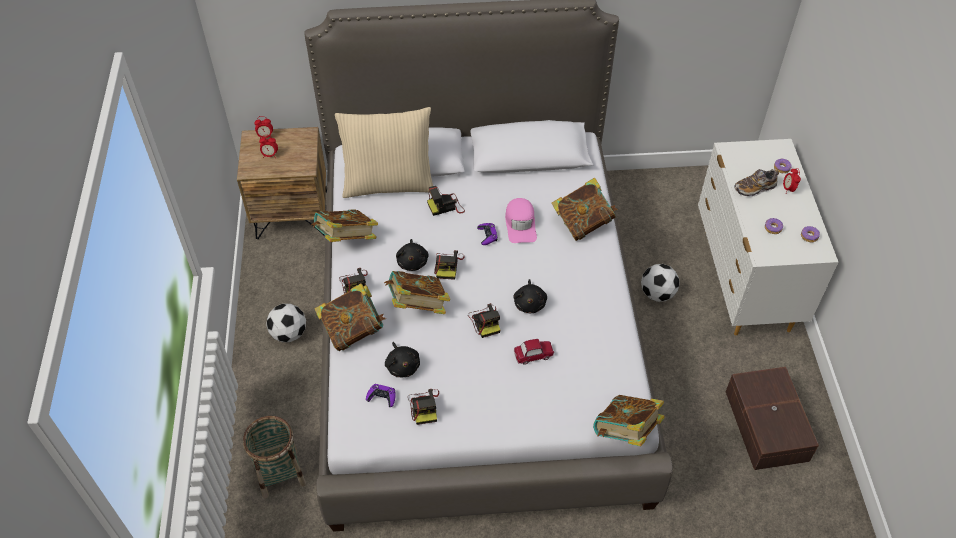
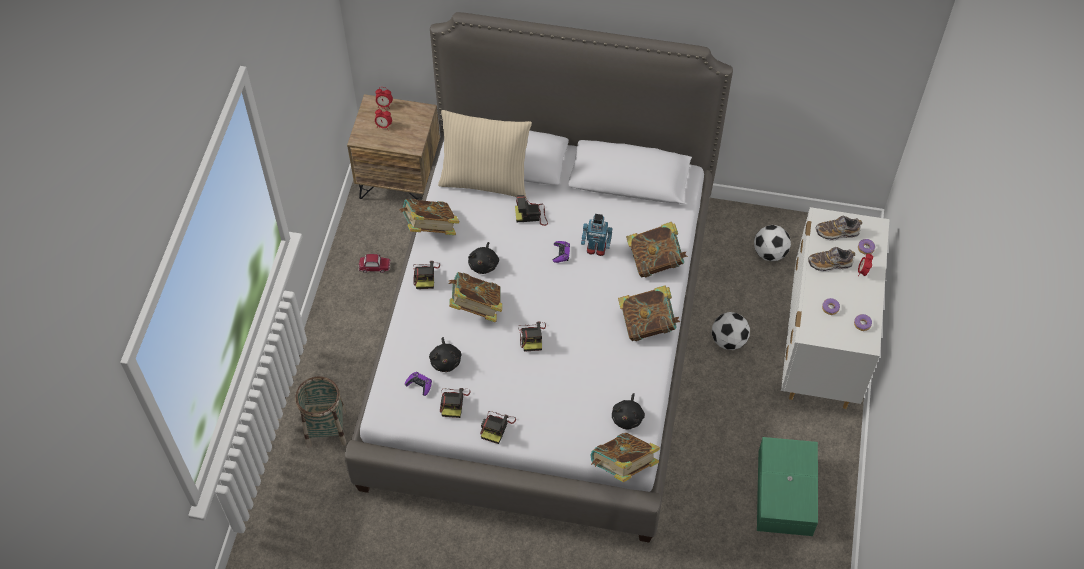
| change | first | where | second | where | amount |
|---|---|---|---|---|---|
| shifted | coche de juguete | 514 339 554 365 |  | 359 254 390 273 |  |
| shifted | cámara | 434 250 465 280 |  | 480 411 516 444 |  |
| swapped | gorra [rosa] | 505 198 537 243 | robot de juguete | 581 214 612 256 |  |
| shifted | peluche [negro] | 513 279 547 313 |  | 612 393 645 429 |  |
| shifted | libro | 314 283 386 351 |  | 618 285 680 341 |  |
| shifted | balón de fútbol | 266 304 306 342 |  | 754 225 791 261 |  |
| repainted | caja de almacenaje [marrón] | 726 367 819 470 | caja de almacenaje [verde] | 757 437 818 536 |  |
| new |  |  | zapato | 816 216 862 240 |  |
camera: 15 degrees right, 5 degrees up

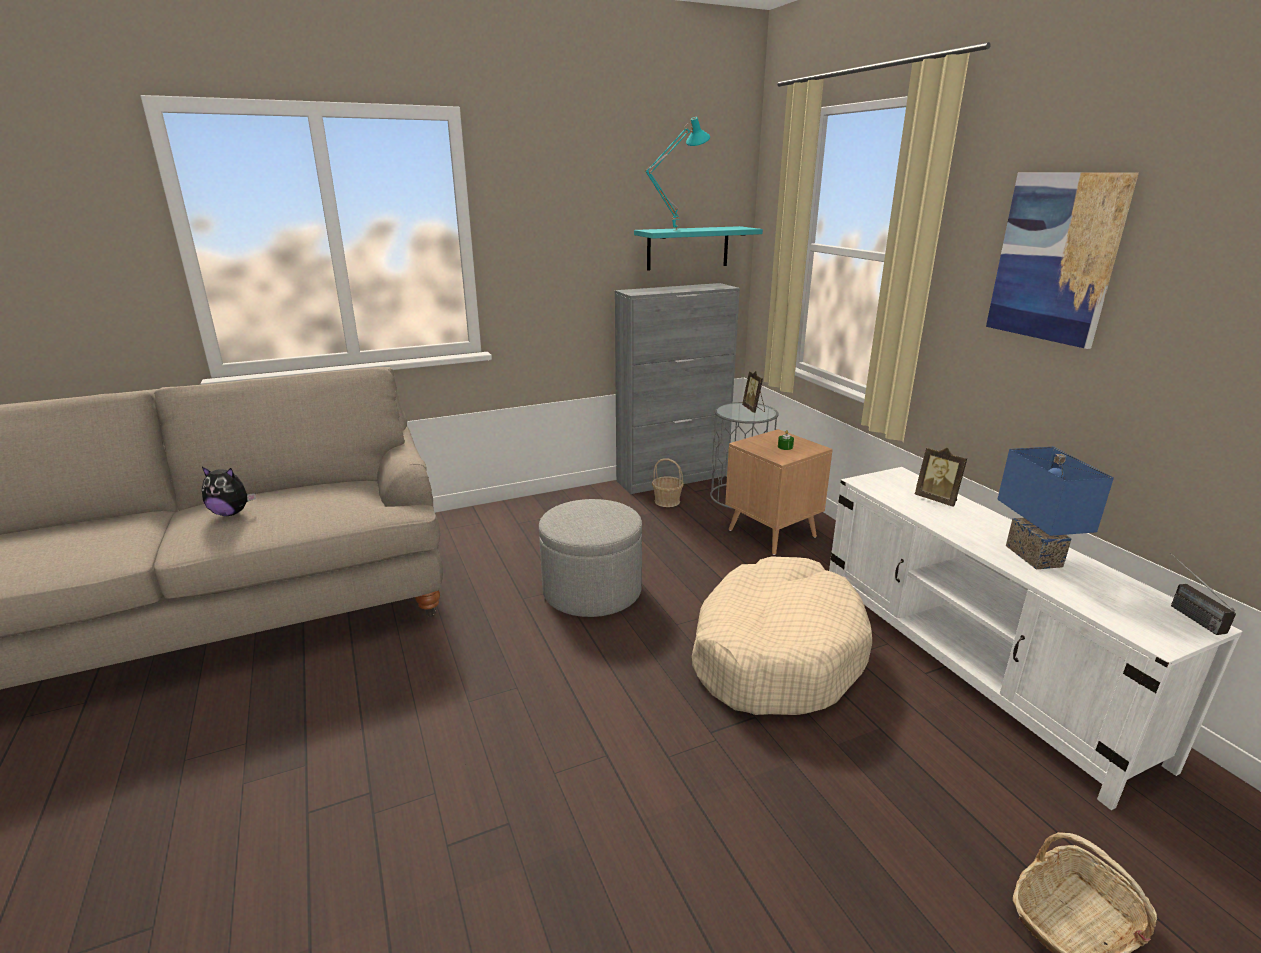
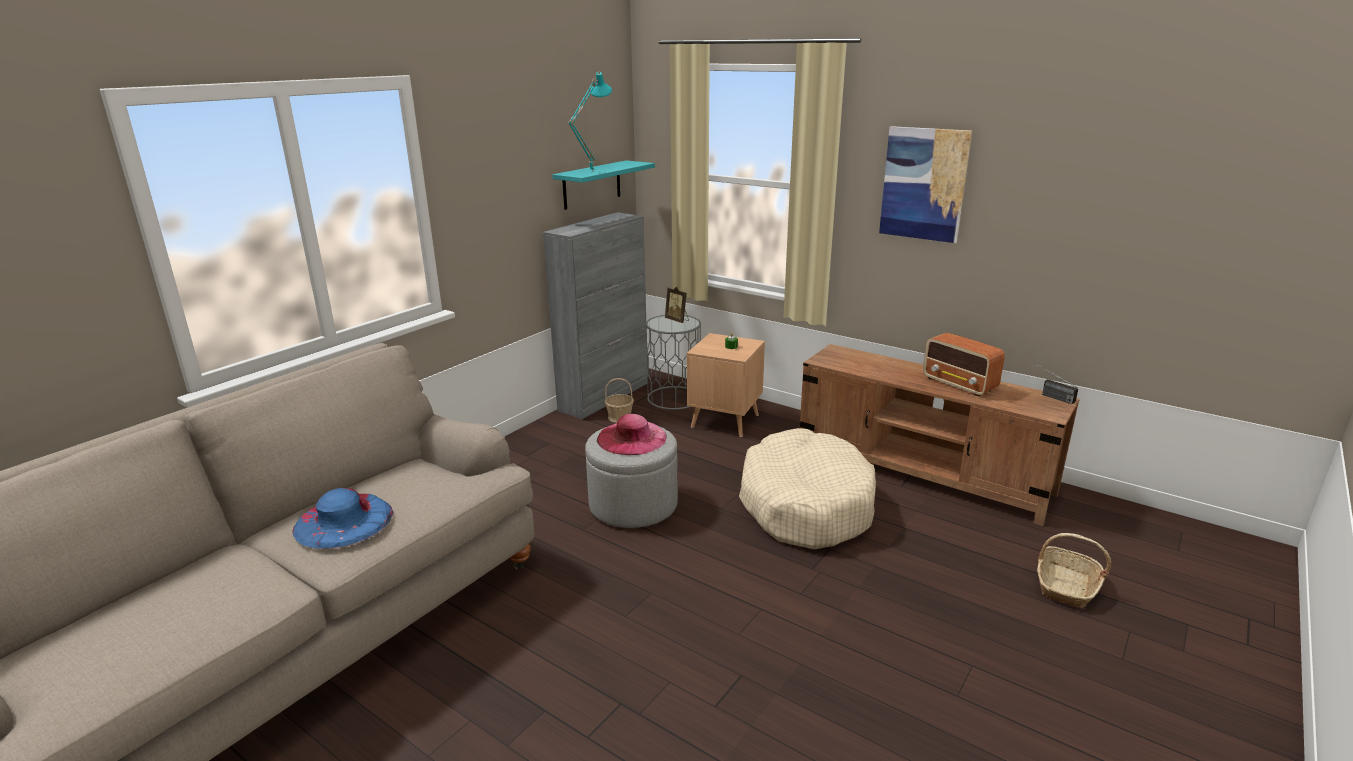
| change | first | where | second | where | amount |
|---|---|---|---|---|---|
| swapped | peluche | 202 467 256 516 | sombrero [azul] | 292 488 393 549 |  |
| new |  |  | sombrero [rosa] | 597 414 667 455 |  |
| repainted | mueble de televisión [blanco] | 829 467 1243 810 | mueble de televisión [marrón] | 800 344 1080 526 |  |
| swapped | lámpara de mesa [azul] | 997 447 1114 569 | radio | 923 333 1005 397 |  |
| gone | portarretratos | 915 448 967 507 |  |  |  |
camera: 30 degrees left, 0 degrees up

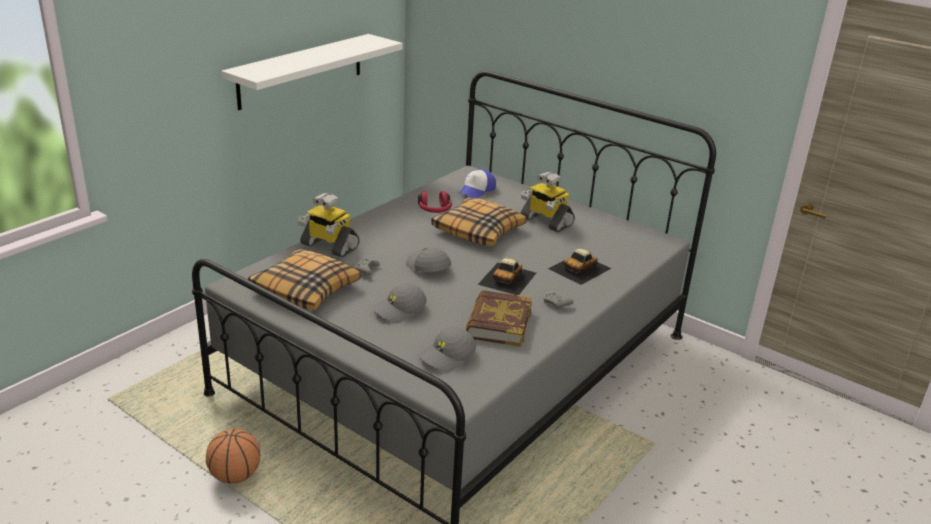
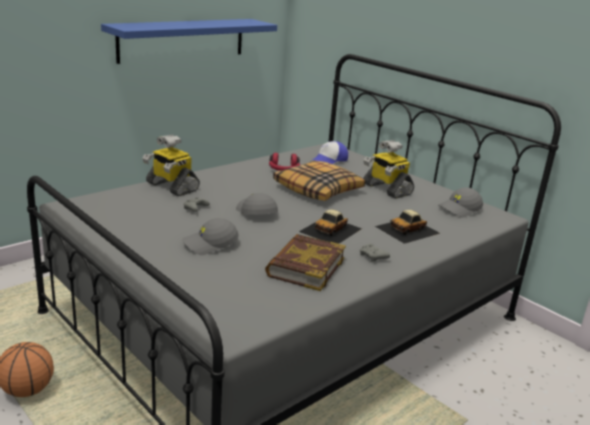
| change | first | where | second | where | amount |
|---|---|---|---|---|---|
| repainted | estante [blanco] | 221 34 403 110 | estante [azul] | 101 19 277 64 |  |
| shifted | gorra [gris] | 419 327 476 373 |  | 439 188 483 218 |  |
| gone | cojín | 248 249 361 310 |  |  |  |
camera: 10 degrees right, 5 degrees down

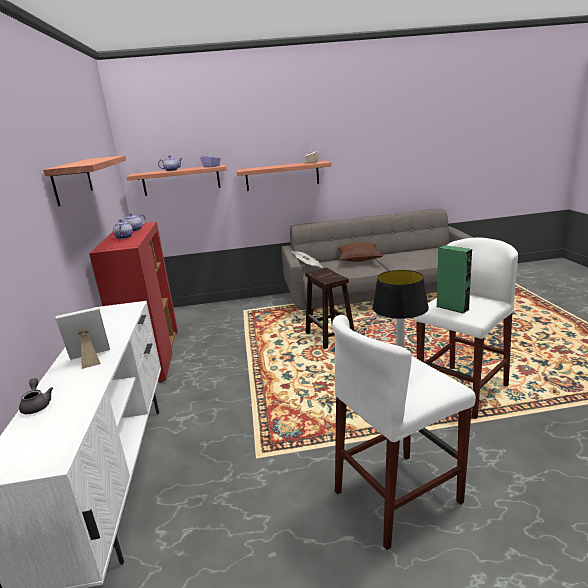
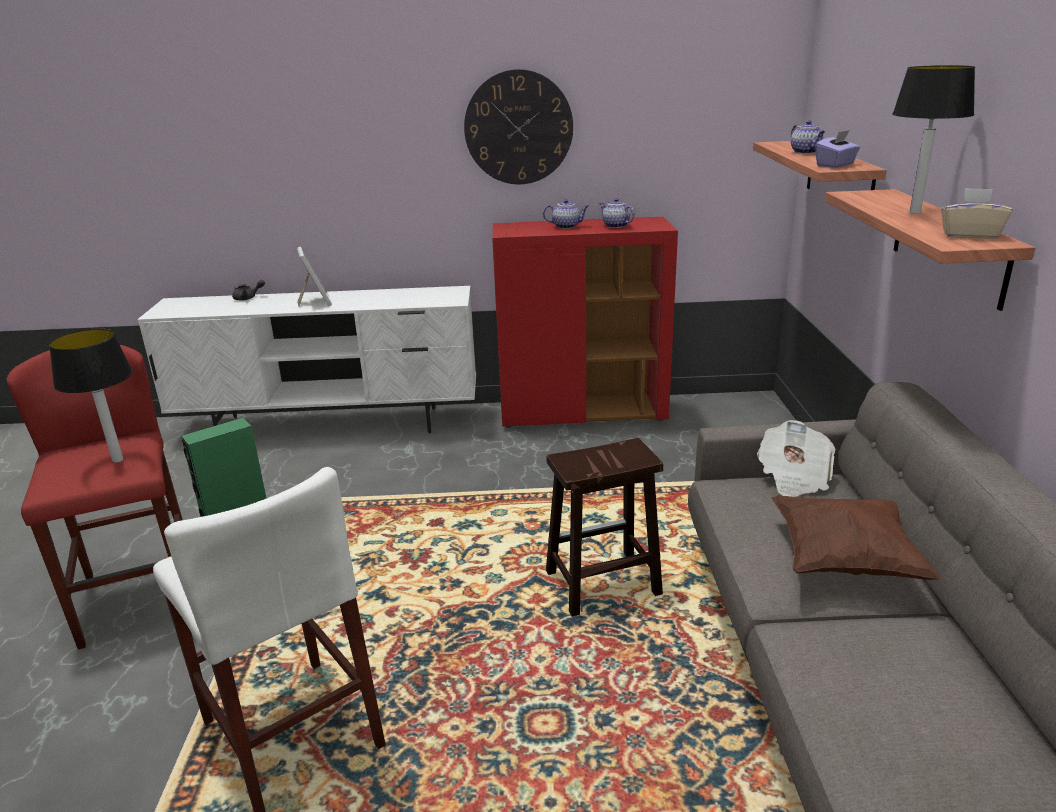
| change | first | where | second | where | amount |
|---|---|---|---|---|---|
| repainted | taburete [blanco] | 332 315 476 550 | taburete [rojo] | 7 345 183 650 |  |
| swapped | estante | 43 155 126 206 | reloj de pared | 464 69 573 184 |  |
| new |  |  | lámpara de mesa | 892 65 975 214 |  |
camera: 95 degrees right, 5 degrees up

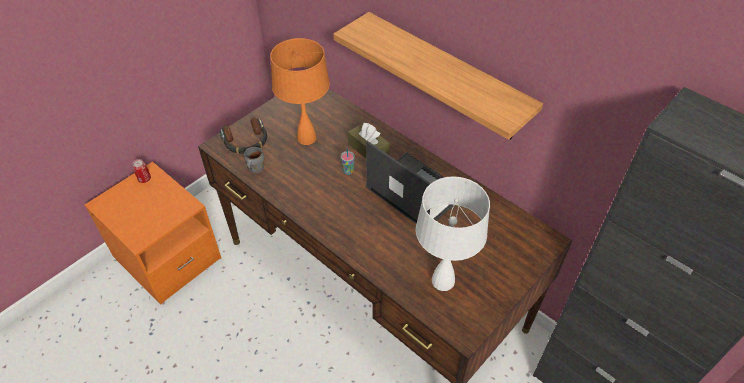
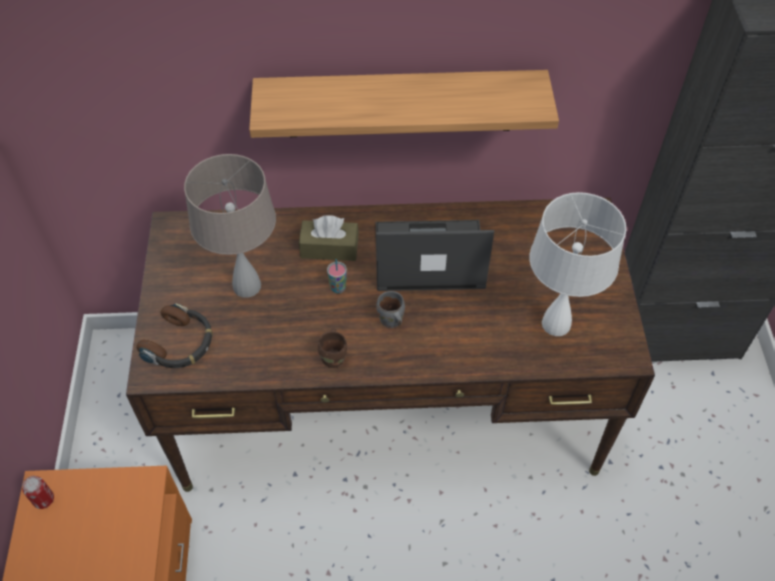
| change | first | where | second | where | amount |
|---|---|---|---|---|---|
| repainted | lámpara de mesa [naranja] | 270 38 330 145 | lámpara de mesa [beis] | 184 154 276 298 |  |
| new |  |  | taza grande [marrón] | 318 329 347 368 |  |
| shifted | taza grande [gris] | 244 147 264 173 |  | 376 291 405 328 |  |
camera: 45 degrees left, 5 degrees up

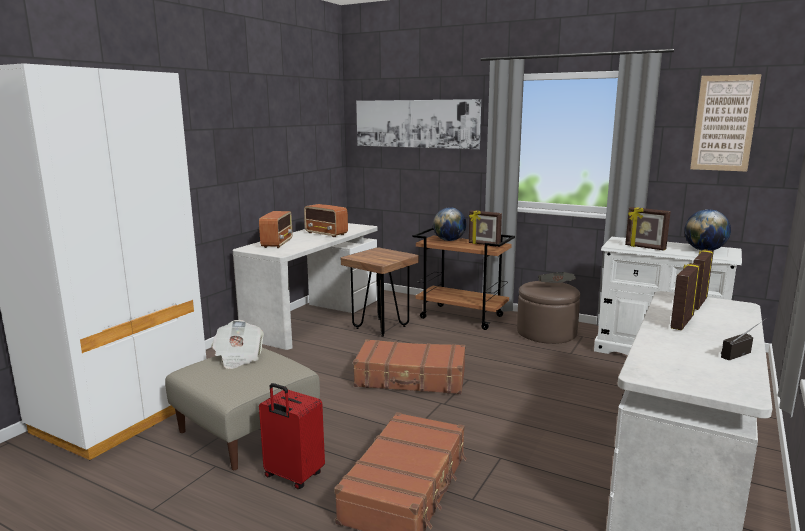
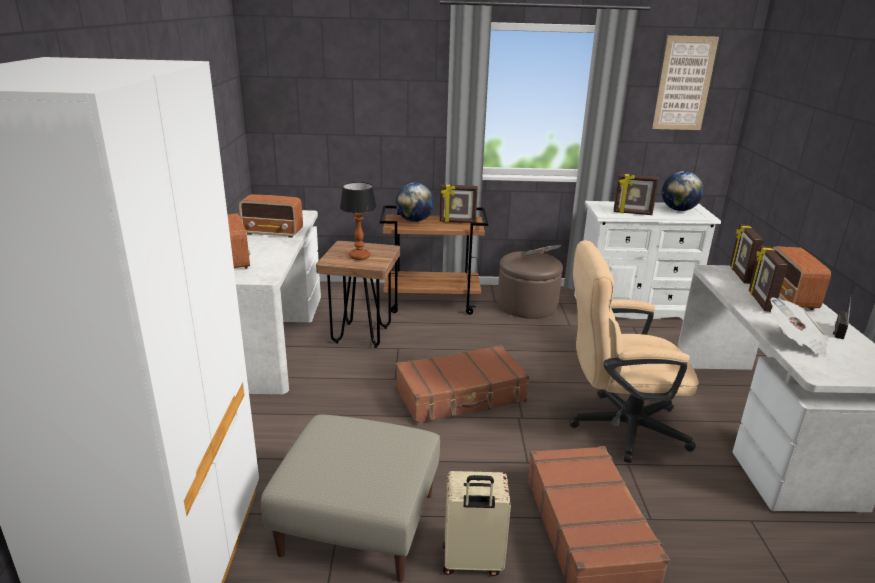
| change | first | where | second | where | amount |
|---|---|---|---|---|---|
| new |  |  | lámpara de mesa | 340 182 377 260 |  |
| repainted | maleta [rojo] | 259 383 325 489 | maleta [beis] | 443 471 511 576 |  |
| new |  |  | silla de oficina [beis] | 569 240 699 463 |  |
| shifted | periódico | 211 320 264 369 |  | 770 297 828 357 |  |
| new |  |  | radio | 772 246 831 310 |  |
| gone | cuadro | 356 99 481 149 |  |  |  |
camera: 30 degrees left, 10 degrees up

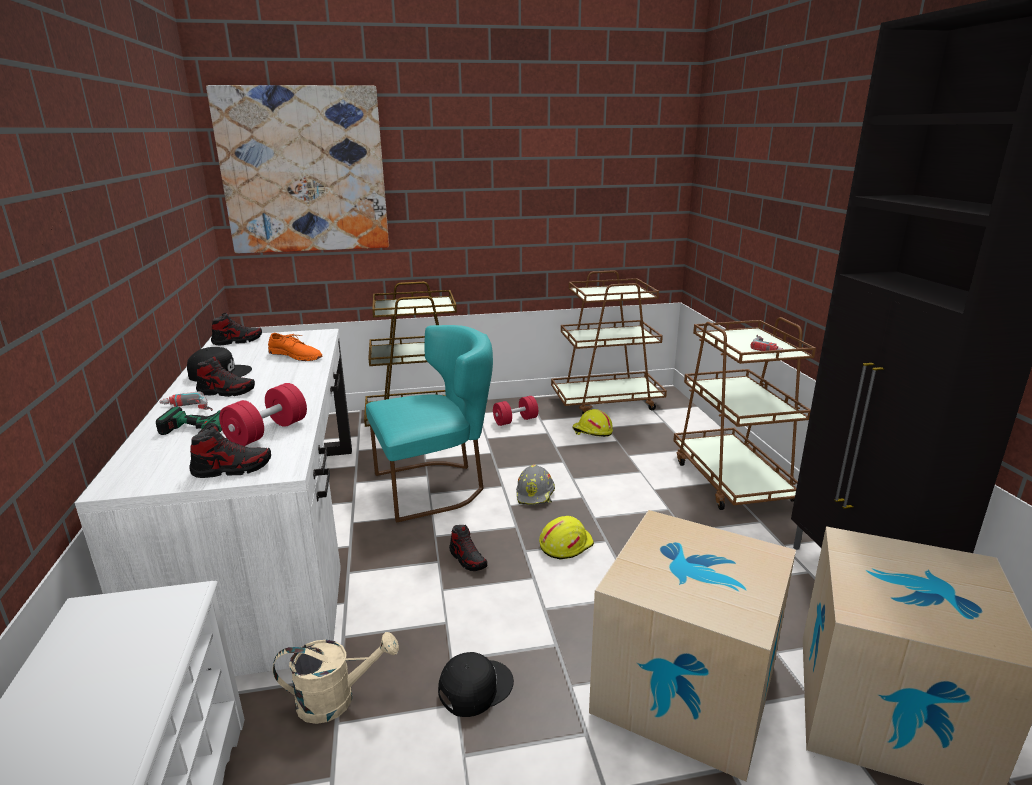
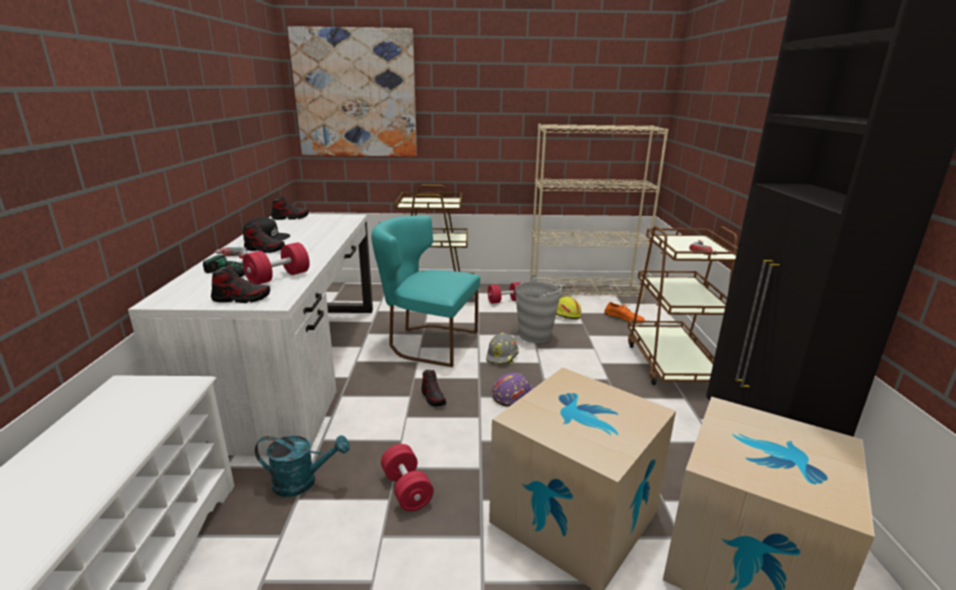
| change | first | where | second | where | amount |
|---|---|---|---|---|---|
| repainted | regadera [beis] | 273 632 399 724 | regadera [turquesa] | 255 435 349 497 |  |
| rotated | silla [turquesa] | 366 325 493 522 |  | 371 215 480 367 | 150 degrees counterclockwise |
| swapped | gorra [negro] | 438 652 514 717 | mancuerna [rojo] | 381 444 434 511 |  |
| repainted | casco [amarillo] | 539 516 594 560 | casco [morado] | 492 373 534 407 |  |
| new |  |  | cubo [gris] | 515 275 562 343 |  |
| swapped | carrito [marrón] | 551 270 667 414 | estantería [beis] | 530 124 669 302 |  |
| shifted | zapato [naranja] | 268 333 322 361 |  | 604 302 645 324 |  |
camera: 10 degrees right, 0 degrees up

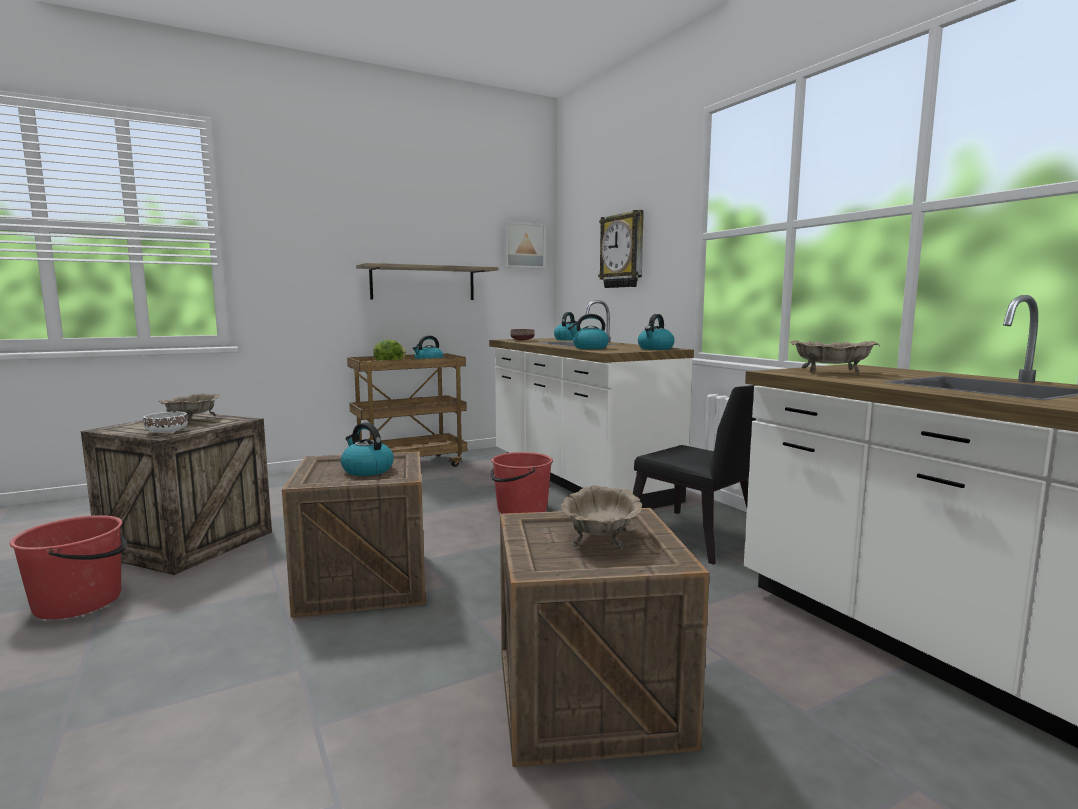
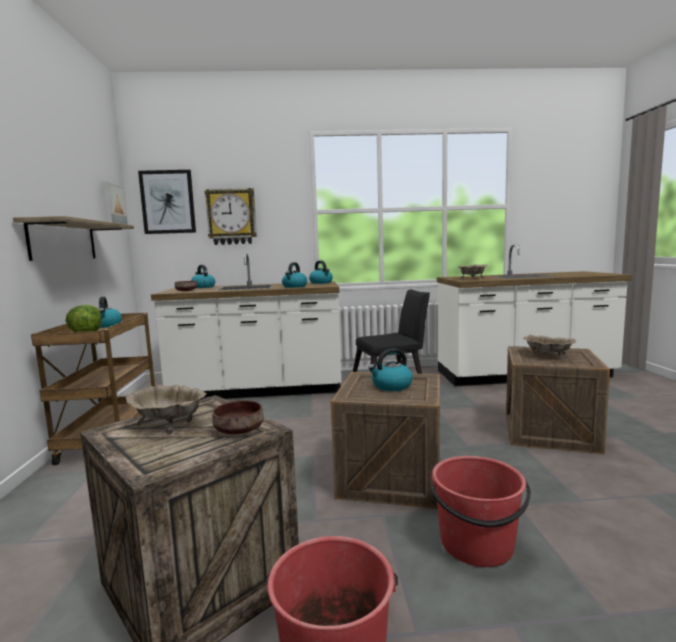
| change | first | where | second | where | amount |
|---|---|---|---|---|---|
| new |  |  | cuadro | 138 170 196 234 |  |
| repainted | cuenco [blanco] | 143 412 188 433 | cuenco [marrón] | 212 400 264 435 |  |
| shifted | cubo [rojo] | 490 452 553 514 |  | 430 456 531 567 |  |
camera: 65 degrees left, 0 degrees up

